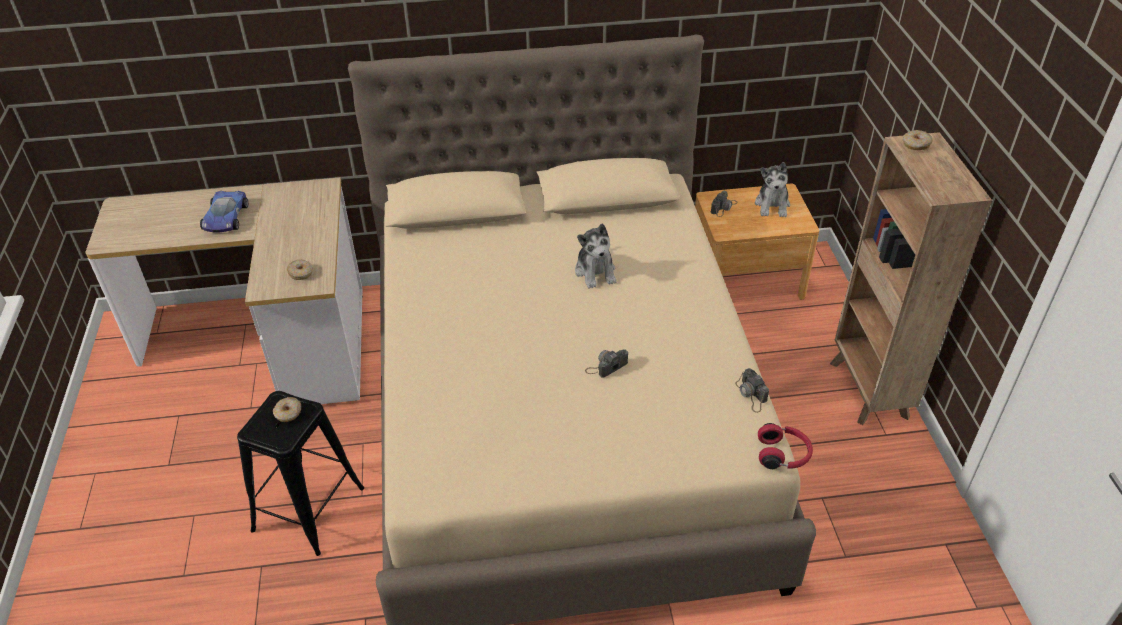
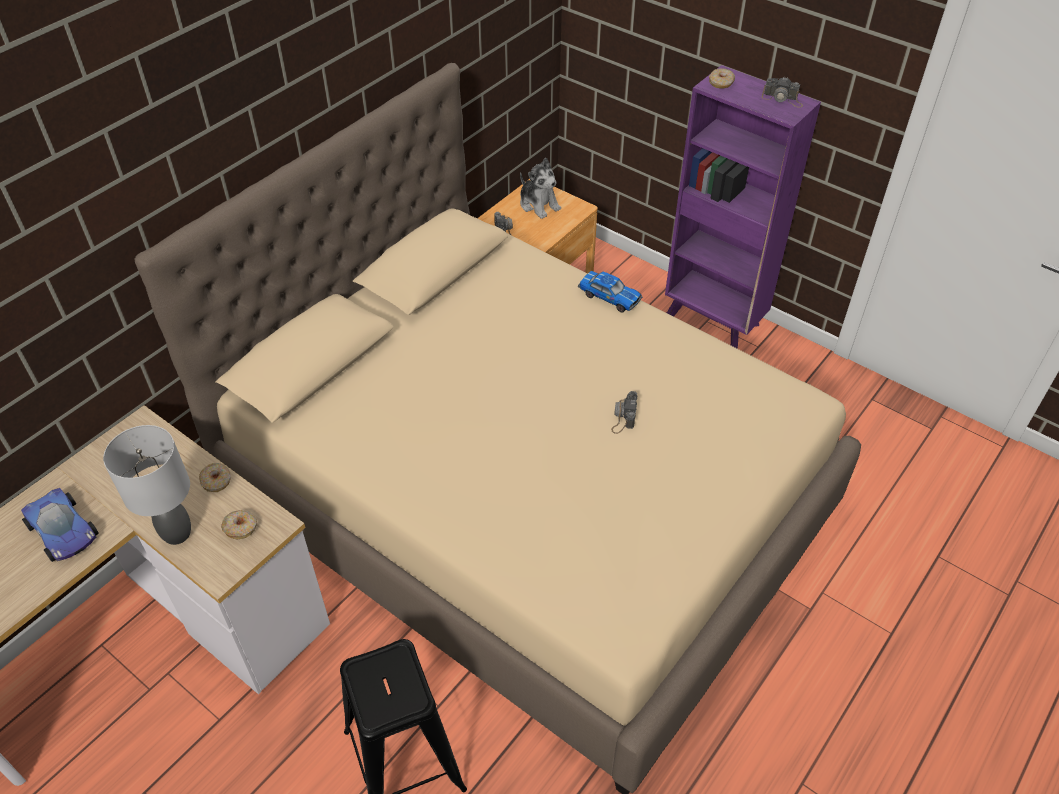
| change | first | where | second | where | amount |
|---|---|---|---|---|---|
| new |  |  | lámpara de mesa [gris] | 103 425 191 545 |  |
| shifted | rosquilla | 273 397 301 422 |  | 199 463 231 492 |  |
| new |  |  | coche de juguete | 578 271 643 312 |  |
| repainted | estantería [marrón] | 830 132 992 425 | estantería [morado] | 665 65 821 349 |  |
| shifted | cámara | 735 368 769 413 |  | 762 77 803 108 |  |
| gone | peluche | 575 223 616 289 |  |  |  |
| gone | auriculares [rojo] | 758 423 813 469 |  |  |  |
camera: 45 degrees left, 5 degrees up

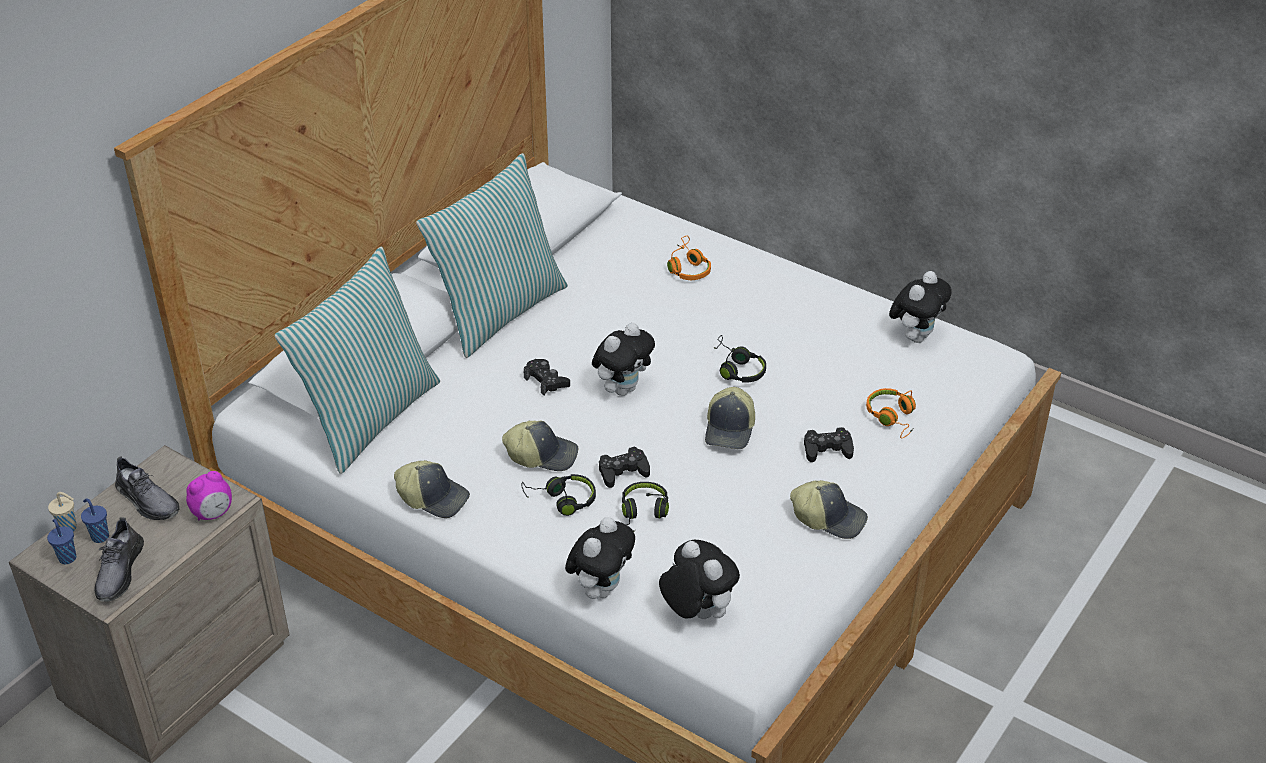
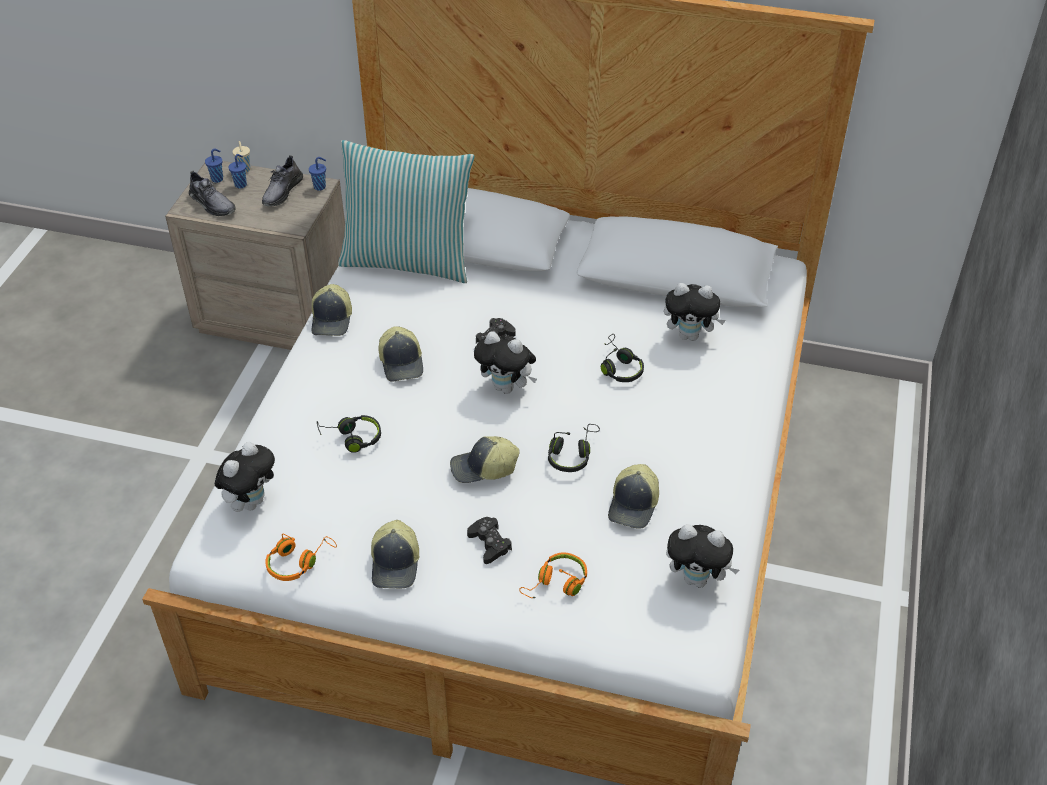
| change | first | where | second | where | amount |
|---|---|---|---|---|---|
| rotated | zapato [gris] | 94 517 144 601 |  | 189 170 236 216 | 120 degrees counterclockwise |
| shifted | auriculares [naranja] | 667 236 711 280 |  | 265 533 337 581 |  |
| new |  |  | taza [azul] | 309 157 326 191 |  |
| shifted | auriculares [negro] | 521 474 596 516 |  | 601 334 644 382 |  |
| new |  |  | gorra | 608 464 659 529 |  |
| shifted | peluche | 565 517 635 599 |  | 664 283 726 341 |  |
| gone | despertador | 186 471 232 520 |  |  |  |
| gone | cojín | 416 153 568 358 |  |  |  |
| gone | mando de consola [negro] | 599 447 650 488 |  |  |  |
camera: 70 degrees right, 5 degrees up

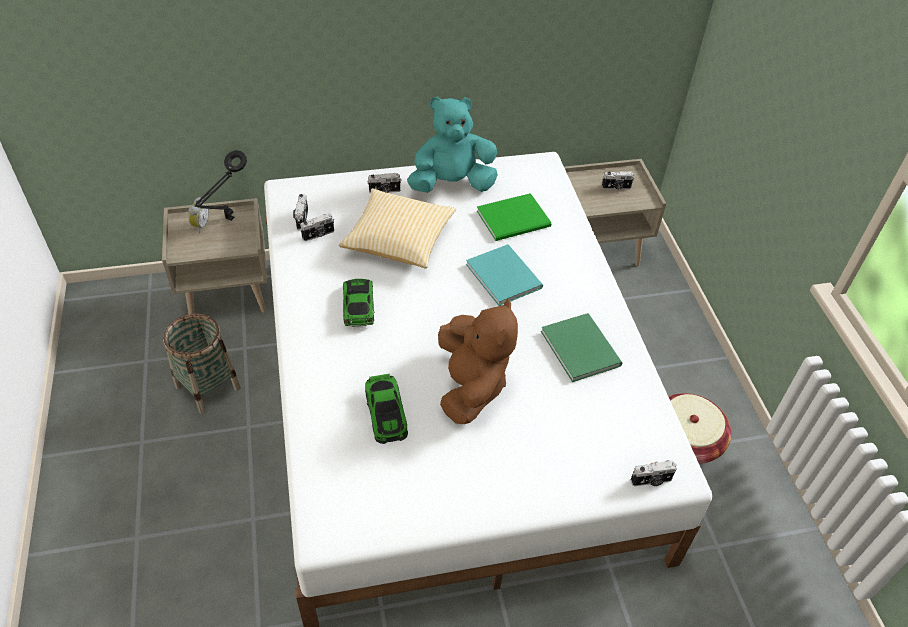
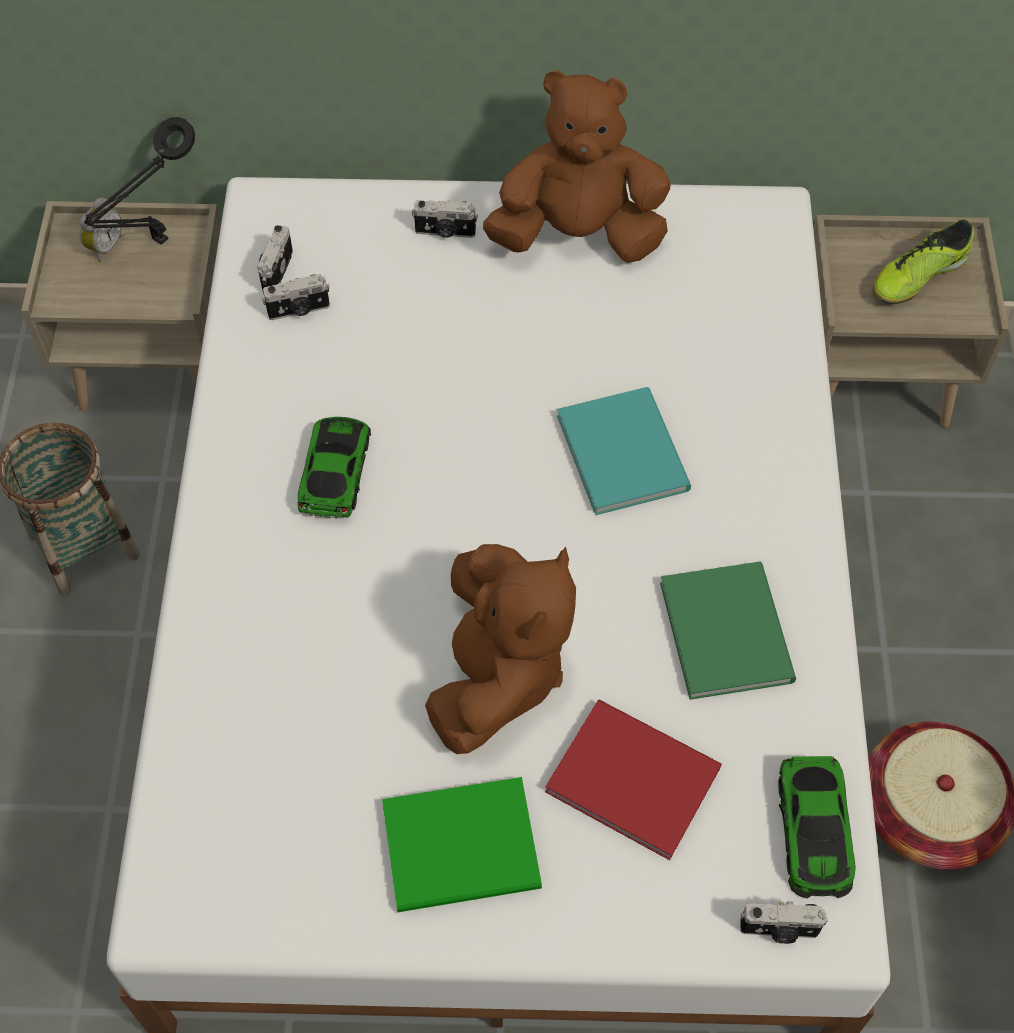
| change | first | where | second | where | amount |
|---|---|---|---|---|---|
| shifted | libro [verde] | 477 193 551 241 |  | 382 777 542 912 |  |
| repainted | peluche [turquesa] | 407 97 498 193 | peluche [marrón] | 483 70 671 263 |  |
| new |  |  | libro [rojo] | 545 700 722 860 |  |
| shifted | coche de juguete | 365 374 408 444 |  | 778 756 855 899 |  |
| swapped | cámara | 602 171 634 189 | zapato | 873 219 974 304 |  |
| gone | cojín | 339 188 456 268 |  |  |  |
camera: 15 degrees right, 10 degrees up

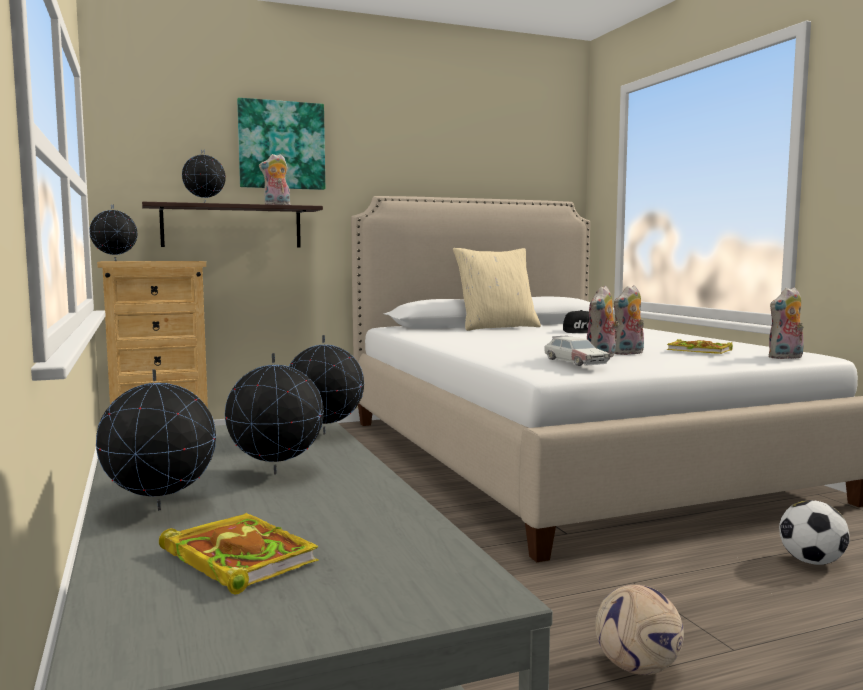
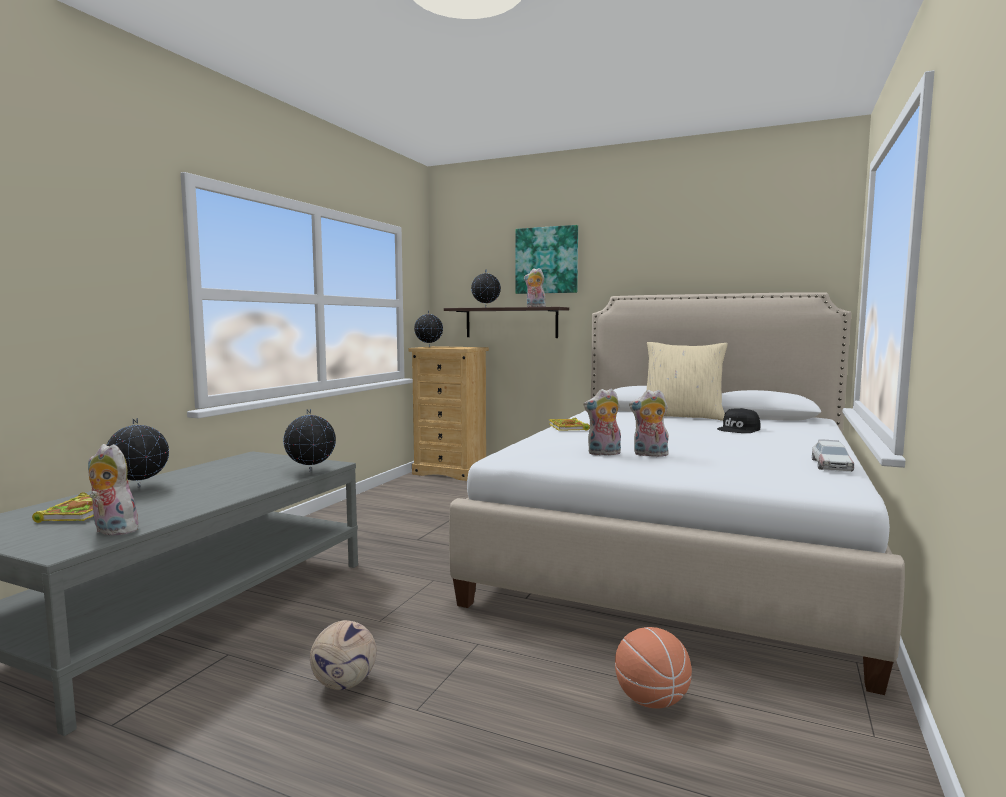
| change | first | where | second | where | amount |
|---|---|---|---|---|---|
| shifted | peluche | 768 287 804 359 |  | 88 444 142 535 |  |
| shifted | libro | 667 339 733 354 |  | 549 418 590 431 |  |
| swapped | balón de fútbol | 779 500 850 565 | balón de baloncesto | 615 627 692 709 |  |
| shifted | coche de juguete | 544 336 610 366 |  | 812 439 854 472 |  |
| gone | globo terráqueo | 225 353 324 475 |  |  |  |
camera: 45 degrees right, 0 degrees up

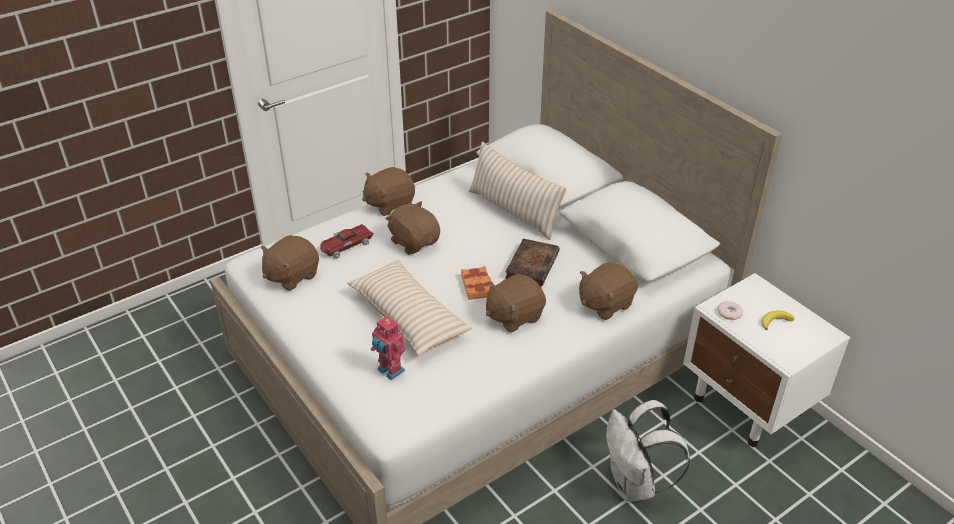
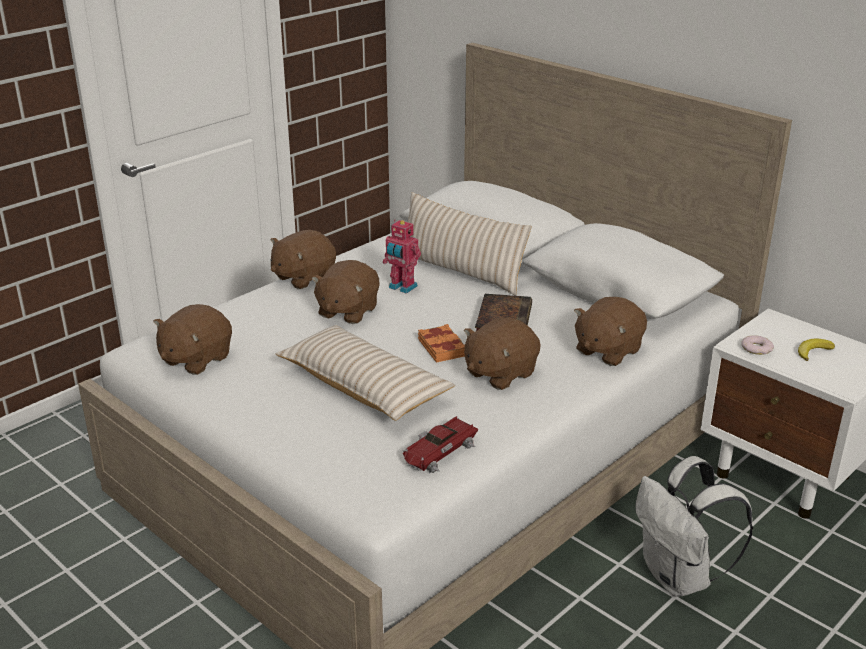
| change | first | where | second | where | amount |
|---|---|---|---|---|---|
| rotated | peluche [marrón] | 386 201 440 255 |  | 311 260 379 324 | 105 degrees counterclockwise |
| shifted | robot de juguete | 371 316 405 380 |  | 383 219 421 294 |  |
| shifted | coche de juguete | 320 224 373 259 |  | 402 416 479 473 |  |
camera: 10 degrees left, 10 degrees down

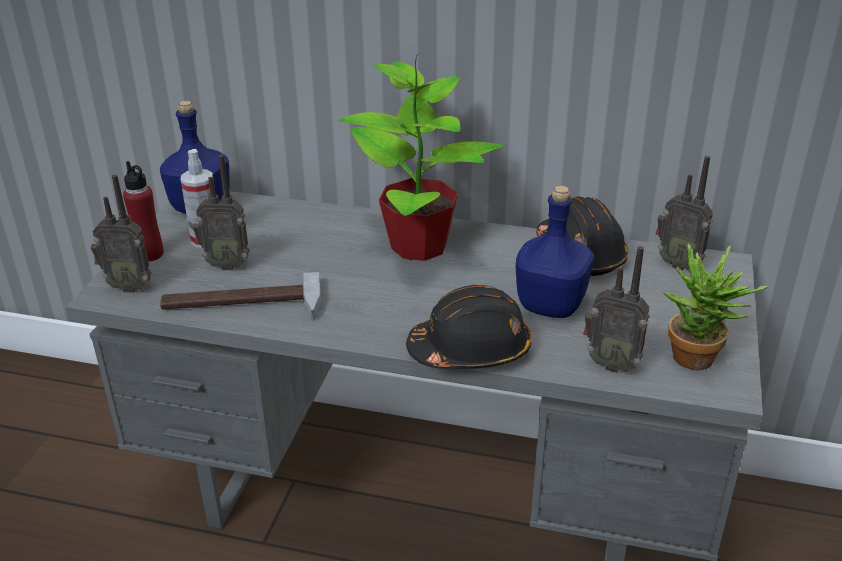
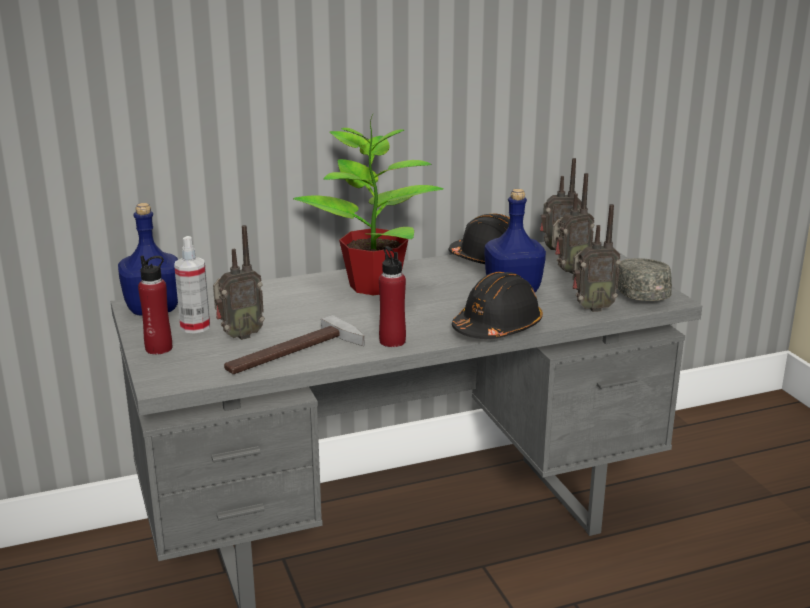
| change | first | where | second | where | amount |
|---|---|---|---|---|---|
| new |  |  | botella [rojo] | 379 246 406 347 |  |
| shifted | radio | 91 175 152 293 |  | 552 173 595 274 |  |
| swapped | planta en maceta | 663 244 769 370 | gorra [gris] | 618 258 672 301 |  |
camera: 35 degrees left, 10 degrees down

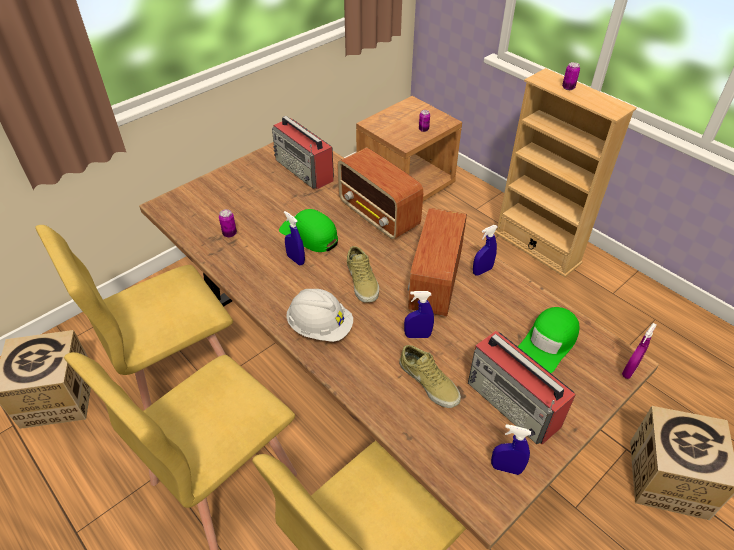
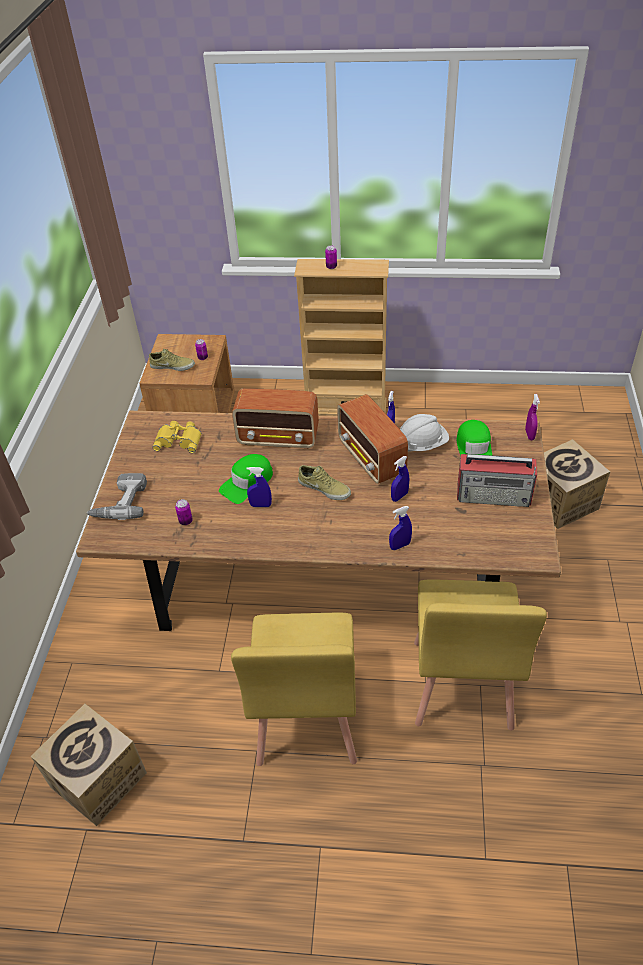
| change | first | where | second | where | amount |
|---|---|---|---|---|---|
| new |  |  | taladro | 87 473 147 520 |  |
| shifted | zapato [beis] | 399 345 461 408 |  | 149 349 195 371 |  |
| swapped | radio | 272 116 334 189 | prismáticos [amarillo] | 152 421 202 453 |  |
| rotated | gorra [verde] | 279 209 338 252 |  | 219 454 273 504 | 45 degrees counterclockwise |
| shifted | pulverizador [azul] | 491 424 531 475 |  | 389 506 412 550 |  |
| shifted | casco [blanco] | 286 289 353 342 |  | 400 414 449 452 |  |
| gone | silla [amarillo] | 35 225 233 410 |  |  |  |
camera: 40 degrees left, 0 degrees up

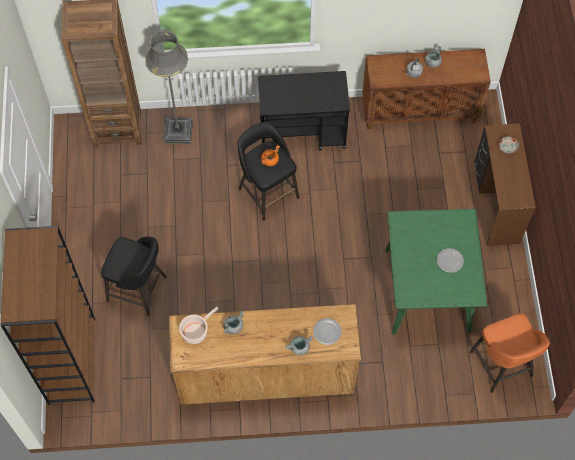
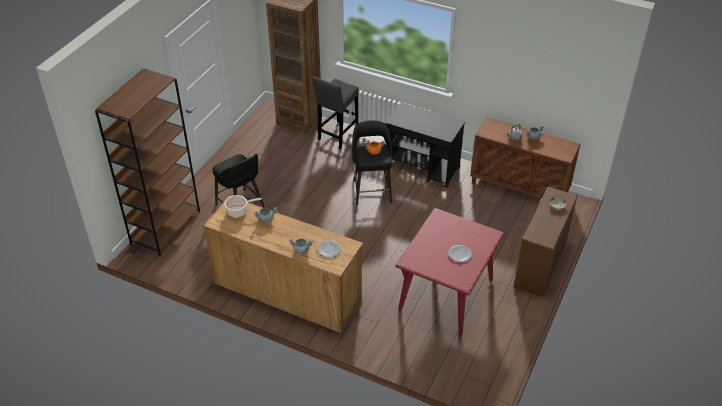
| change | first | where | second | where | amount |
|---|---|---|---|---|---|
| swapped | lámpara de pie [gris] | 145 30 193 144 | taburete [gris] | 312 76 359 149 |  |
| repainted | mesa de comedor [verde] | 385 209 488 335 | mesa de comedor [rojo] | 395 208 505 336 |  |
| gone | taburete [naranja] | 470 314 550 393 |  |  |  |
camera: 30 degrees right, 20 degrees down

